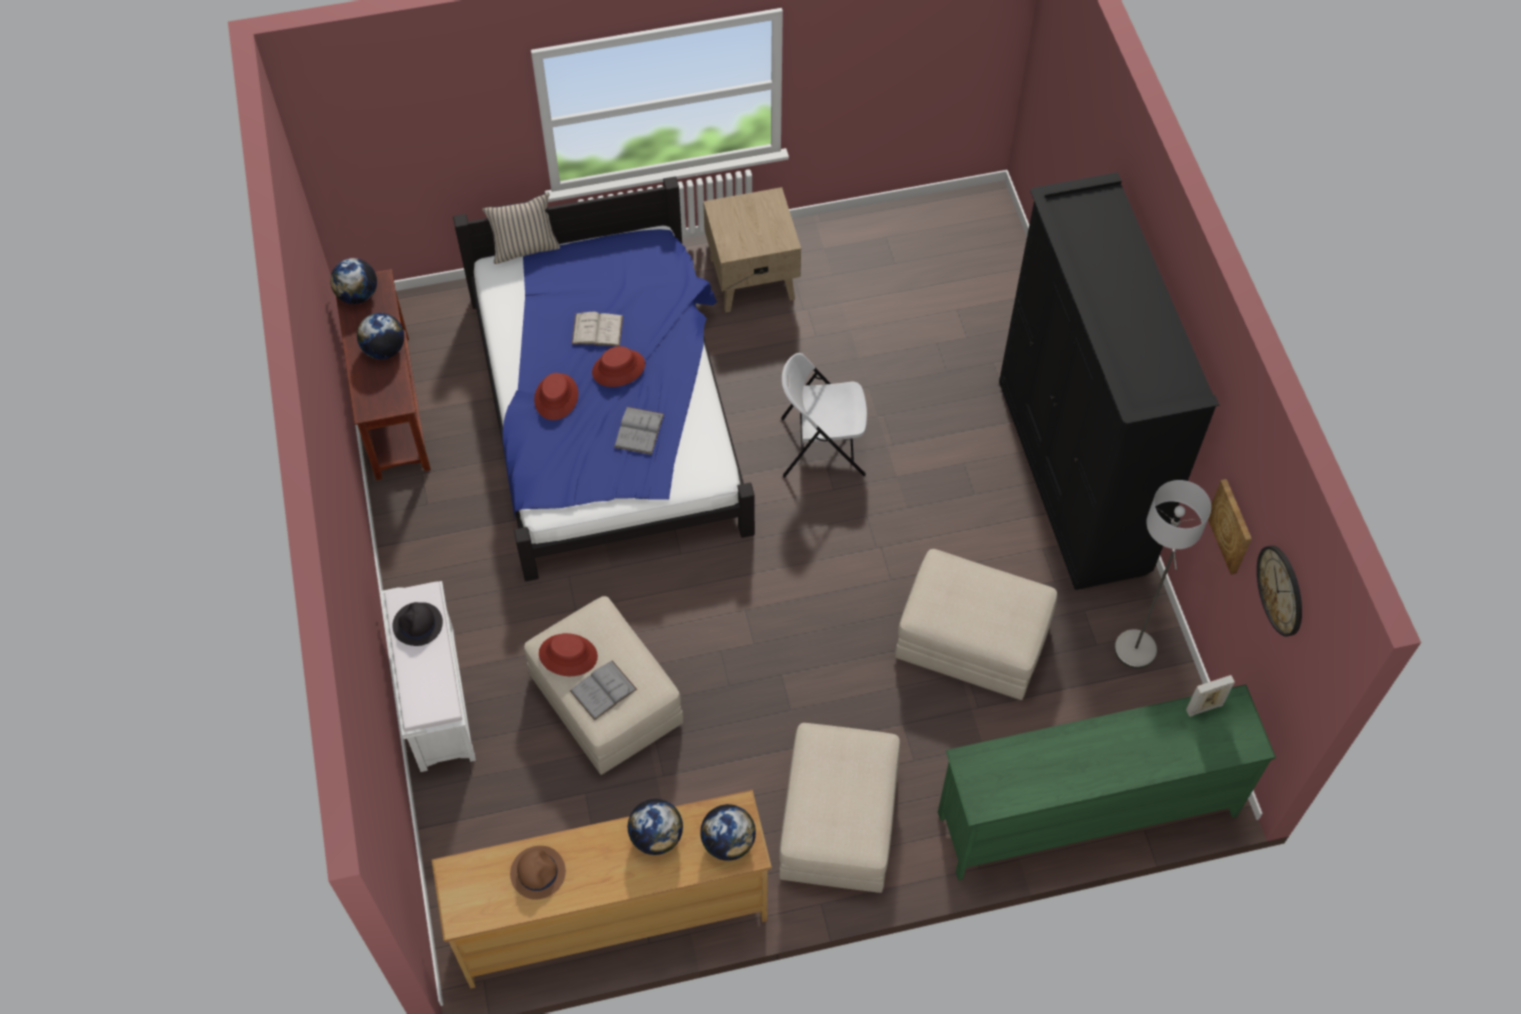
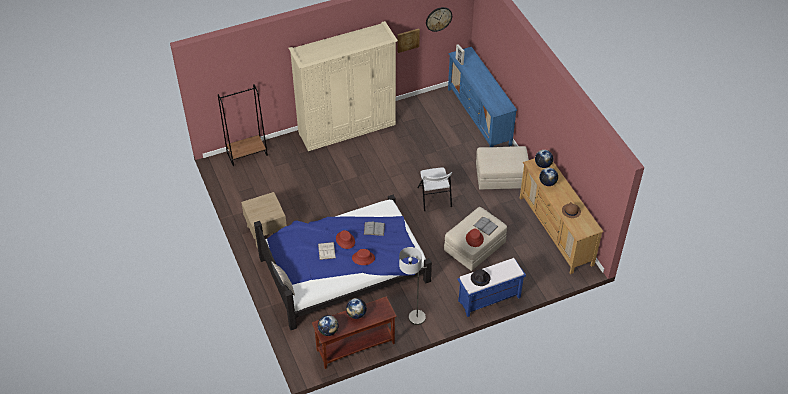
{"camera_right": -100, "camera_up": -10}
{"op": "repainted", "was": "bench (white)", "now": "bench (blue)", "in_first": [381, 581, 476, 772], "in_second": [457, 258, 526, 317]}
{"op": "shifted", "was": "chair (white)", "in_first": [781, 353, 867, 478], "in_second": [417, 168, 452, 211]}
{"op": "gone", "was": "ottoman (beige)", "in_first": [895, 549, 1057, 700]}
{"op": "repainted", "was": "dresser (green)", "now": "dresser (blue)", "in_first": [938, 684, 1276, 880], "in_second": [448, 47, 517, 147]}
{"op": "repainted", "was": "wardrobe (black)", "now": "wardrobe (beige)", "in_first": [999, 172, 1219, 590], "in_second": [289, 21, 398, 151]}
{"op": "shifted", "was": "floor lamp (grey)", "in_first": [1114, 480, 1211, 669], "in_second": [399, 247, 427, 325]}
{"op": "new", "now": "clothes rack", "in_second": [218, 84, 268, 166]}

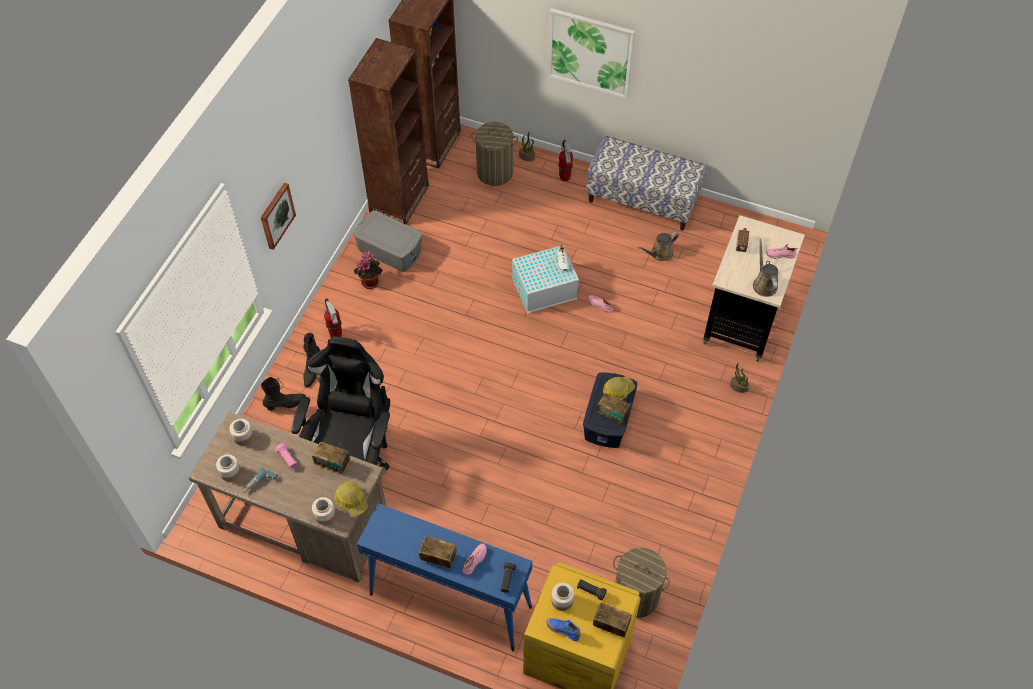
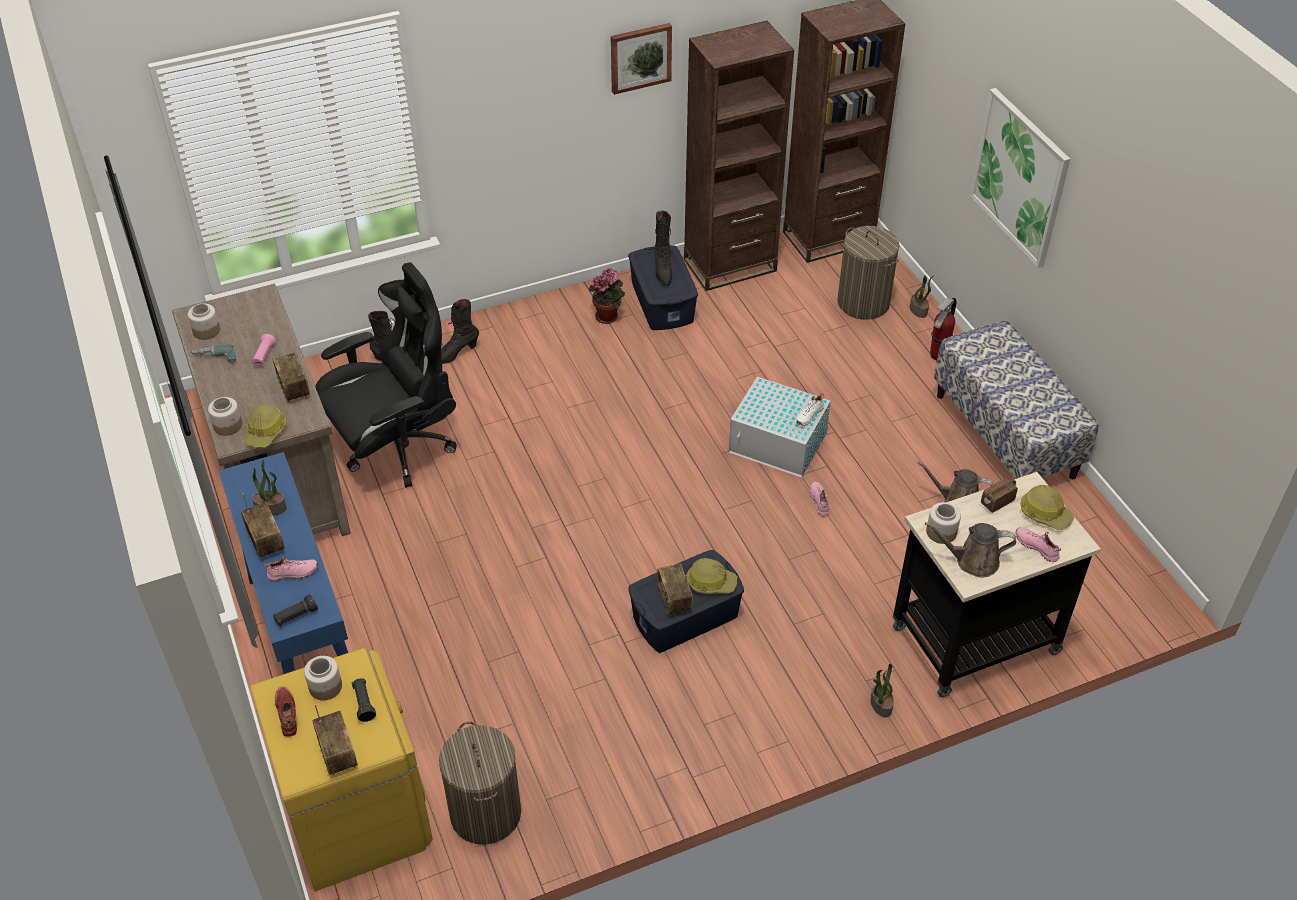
{"camera_right": 45, "camera_up": -10}
{"op": "shifted", "was": "jar", "in_first": [229, 419, 254, 446], "in_second": [926, 502, 961, 544]}
{"op": "shifted", "was": "picture", "in_first": [261, 183, 296, 250], "in_second": [611, 23, 672, 95]}
{"op": "gone", "was": "fire extinguisher", "in_first": [324, 299, 342, 337]}
{"op": "repainted", "was": "storage box (grey)", "now": "storage box (blue)", "in_first": [353, 211, 422, 272], "in_second": [628, 245, 698, 330]}
{"op": "repainted", "was": "shoe (blue)", "now": "shoe (red)", "in_first": [547, 618, 580, 641], "in_second": [275, 686, 297, 737]}
{"op": "rotated", "was": "watering can (brown)", "in_first": [753, 238, 778, 297], "in_second": [925, 522, 1016, 577], "clockwise": -120}
{"op": "new", "now": "potted plant", "in_second": [252, 459, 287, 516]}
{"op": "new", "now": "boot (black)", "in_second": [655, 211, 673, 286]}
{"op": "new", "now": "hard hat", "in_second": [1020, 485, 1074, 530]}

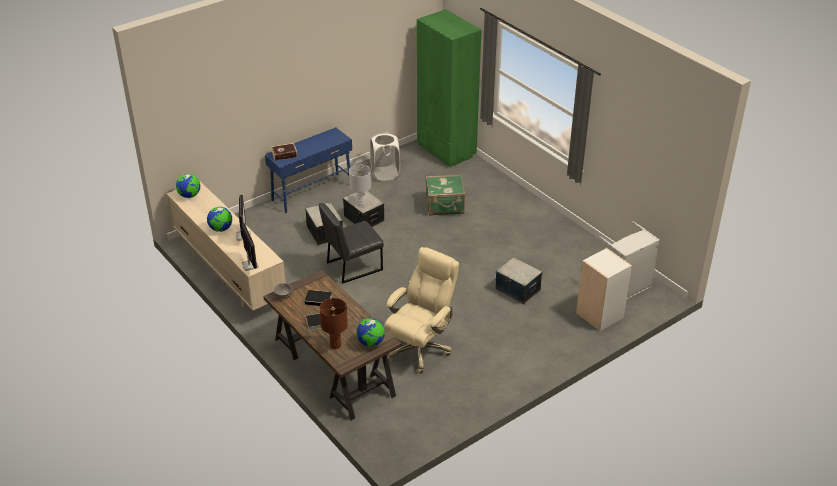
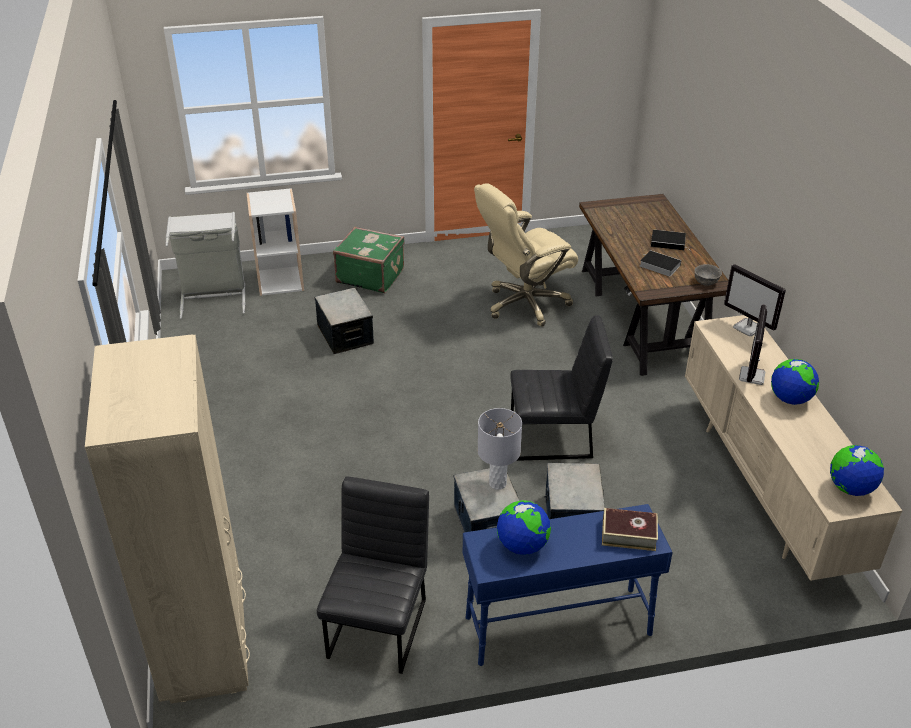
{"camera_right": -155, "camera_up": 0}
{"op": "rotated", "was": "monitor", "in_first": [241, 223, 259, 271], "in_second": [724, 264, 786, 336], "clockwise": -45}
{"op": "gone", "was": "table lamp (brown)", "in_first": [319, 298, 348, 349]}
{"op": "shifted", "was": "globe", "in_first": [356, 318, 385, 347], "in_second": [497, 500, 551, 555]}
{"op": "swapped", "was": "laundry basket (white)", "now": "chair (grey)", "in_first": [370, 132, 400, 181], "in_second": [317, 477, 429, 674]}
{"op": "repainted", "was": "wardrobe (green)", "now": "wardrobe (beige)", "in_first": [417, 9, 482, 168], "in_second": [85, 334, 250, 704]}
{"op": "shifted", "was": "suitcase (green)", "in_first": [426, 175, 465, 216], "in_second": [333, 227, 405, 293]}

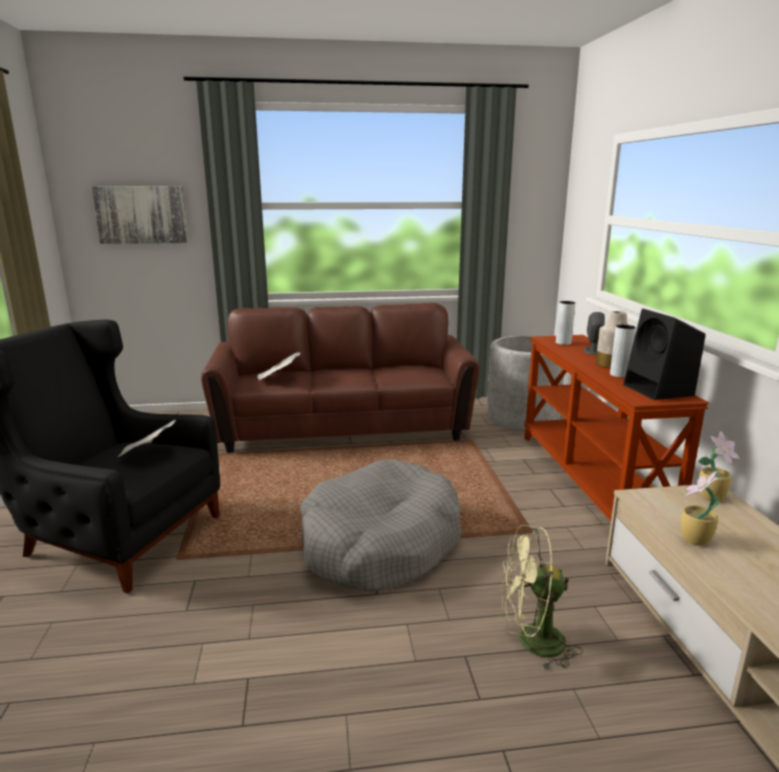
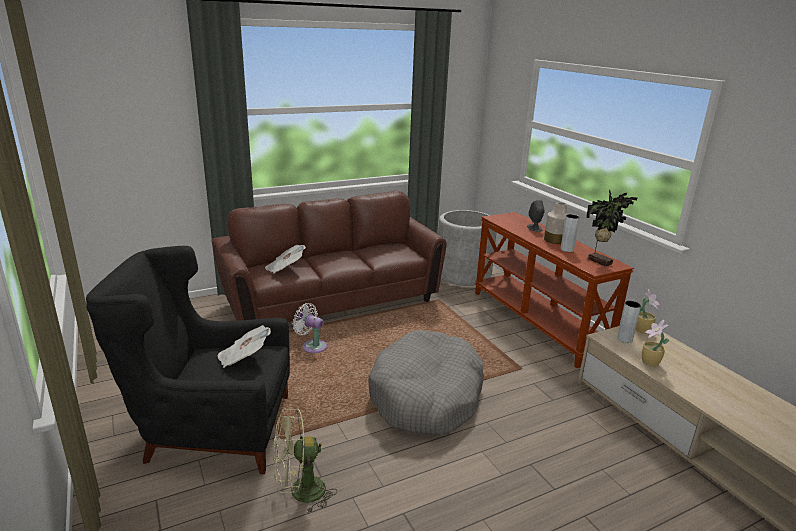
{"camera_right": -20, "camera_up": 5}
{"op": "gone", "was": "picture", "in_first": [91, 186, 188, 244]}
{"op": "shifted", "was": "fan (green)", "in_first": [500, 525, 583, 671], "in_second": [273, 409, 337, 513]}
{"op": "shifted", "was": "vase (grey)", "in_first": [556, 301, 575, 345], "in_second": [617, 301, 641, 343]}
{"op": "swapped", "was": "speaker (black)", "now": "potted plant", "in_first": [623, 309, 706, 400], "in_second": [586, 190, 638, 266]}
{"op": "new", "now": "fan (white)", "in_second": [293, 303, 327, 353]}

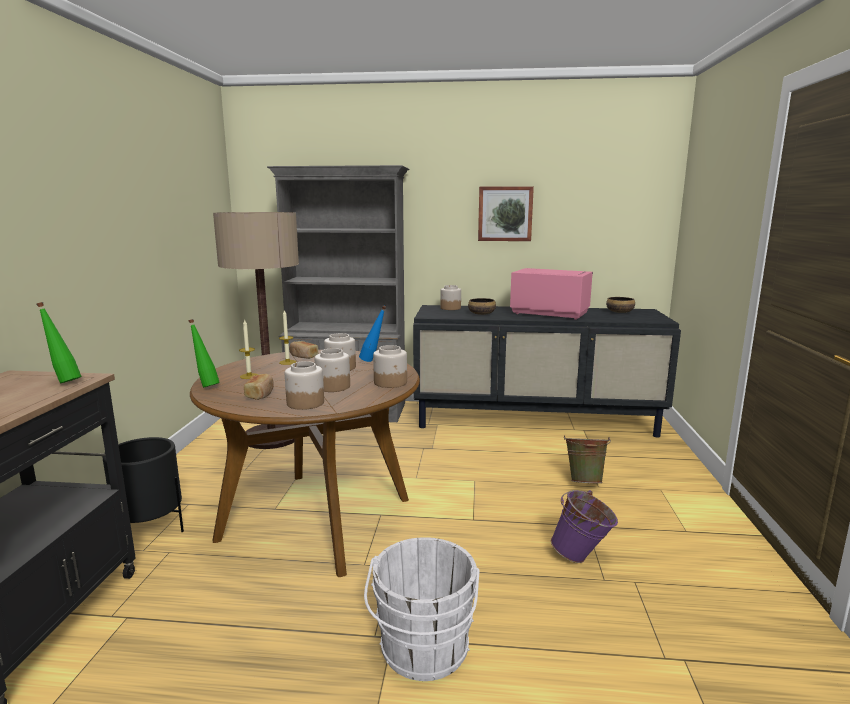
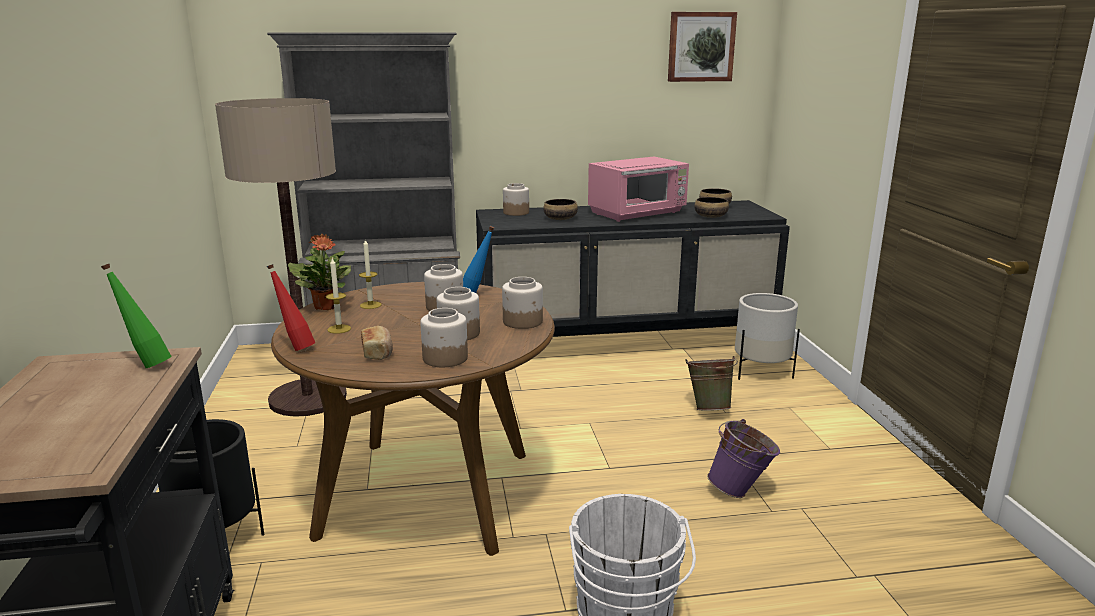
{"camera_right": -15, "camera_up": 5}
{"op": "repainted", "was": "bottle (green)", "now": "bottle (red)", "in_first": [189, 319, 220, 388], "in_second": [267, 264, 315, 351]}
{"op": "gone", "was": "bread", "in_first": [289, 341, 318, 359]}
{"op": "shifted", "was": "picture", "in_first": [478, 186, 534, 241], "in_second": [668, 12, 737, 82]}
{"op": "rotated", "was": "microwave (pink)", "in_first": [510, 268, 593, 320], "in_second": [588, 157, 689, 222], "clockwise": 135}
{"op": "new", "now": "potted plant", "in_second": [288, 234, 351, 310]}
{"op": "new", "now": "bowl", "in_second": [694, 197, 729, 218]}
{"op": "new", "now": "planter (white)", "in_second": [735, 293, 800, 380]}

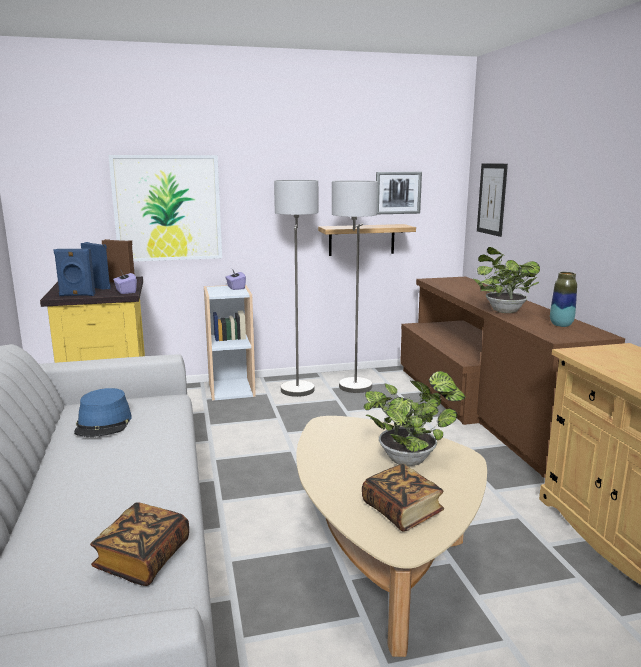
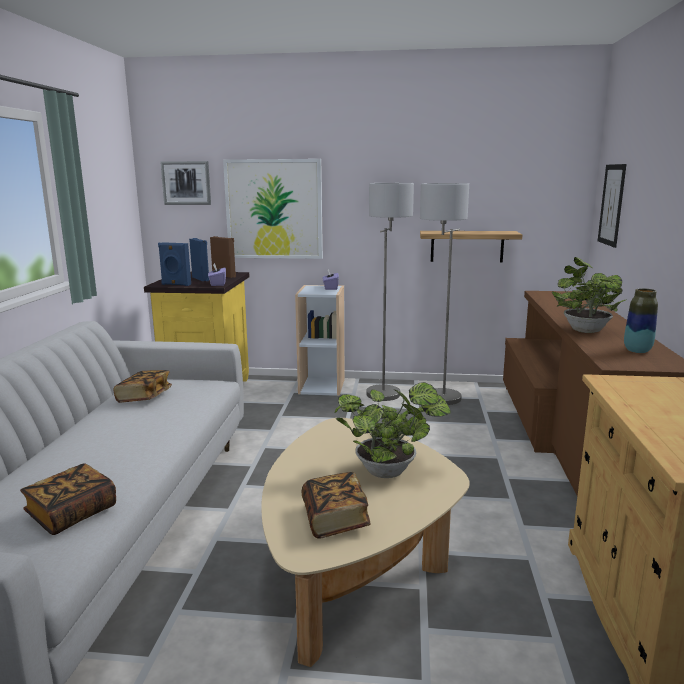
{"camera_right": 20, "camera_up": 0}
{"op": "swapped", "was": "hat (blue)", "now": "book", "in_first": [74, 388, 132, 437], "in_second": [113, 370, 172, 403]}
{"op": "shifted", "was": "picture", "in_first": [376, 172, 422, 214], "in_second": [160, 161, 211, 205]}

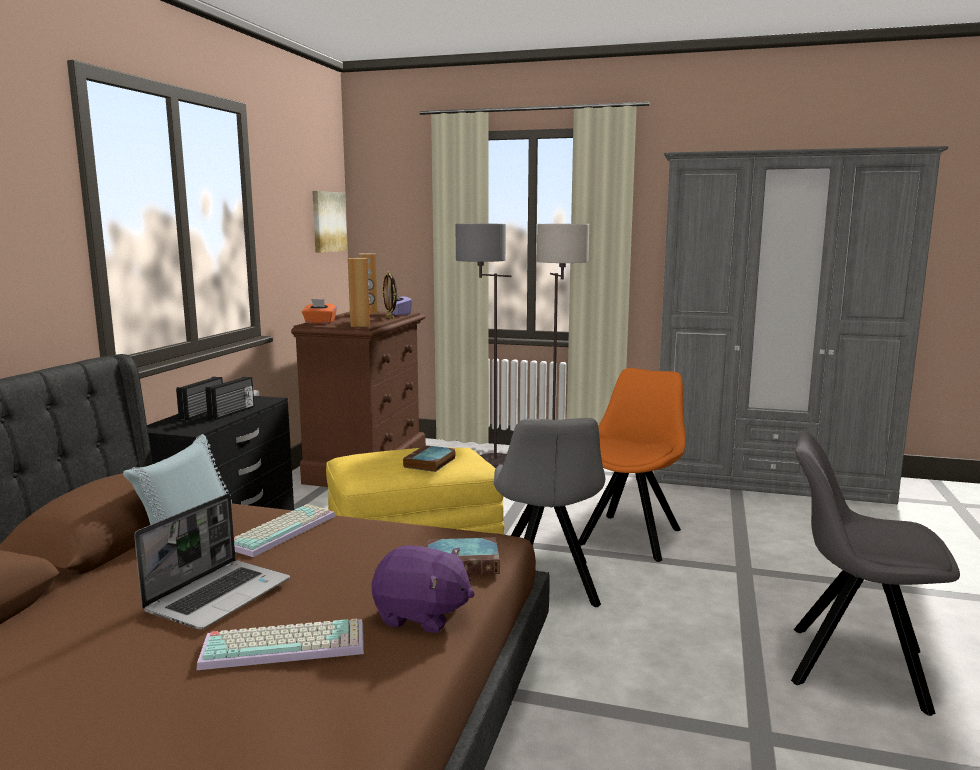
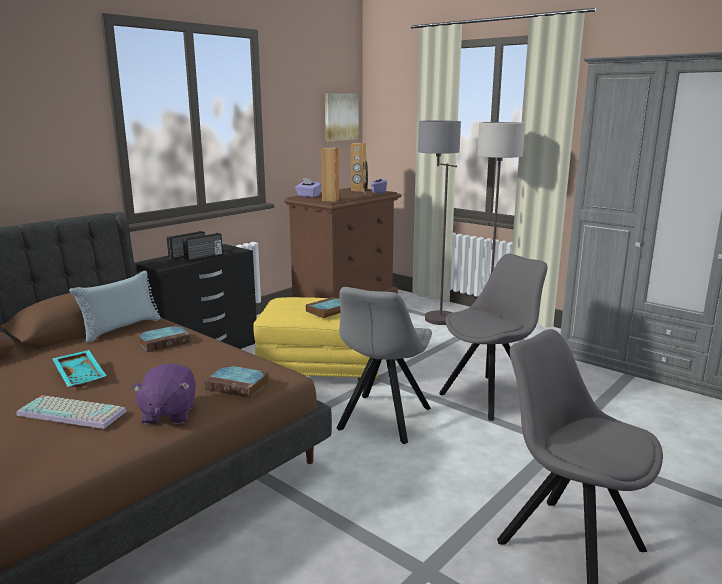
{"camera_right": 25, "camera_up": 5}
{"op": "swapped", "was": "laptop", "now": "tray (turquoise)", "in_first": [134, 494, 290, 629], "in_second": [52, 350, 107, 387]}
{"op": "swapped", "was": "keyboard", "now": "book", "in_first": [234, 504, 335, 557], "in_second": [137, 325, 191, 352]}
{"op": "repainted", "was": "tissue box (orange)", "now": "tissue box (purple)", "in_first": [302, 299, 337, 324], "in_second": [295, 178, 322, 197]}
{"op": "rotated", "was": "plush toy (purple)", "in_first": [371, 545, 474, 633], "in_second": [131, 363, 196, 425], "clockwise": 45}
{"op": "repainted", "was": "chair (orange)", "now": "chair (grey)", "in_first": [578, 368, 686, 562], "in_second": [439, 254, 547, 421]}

